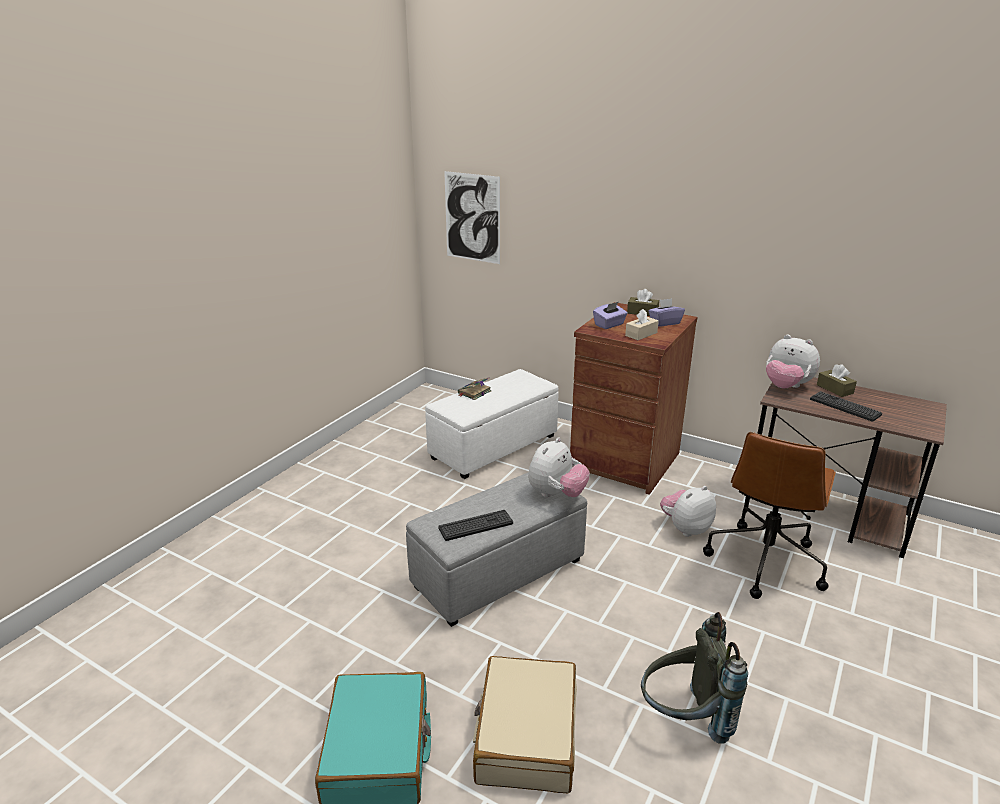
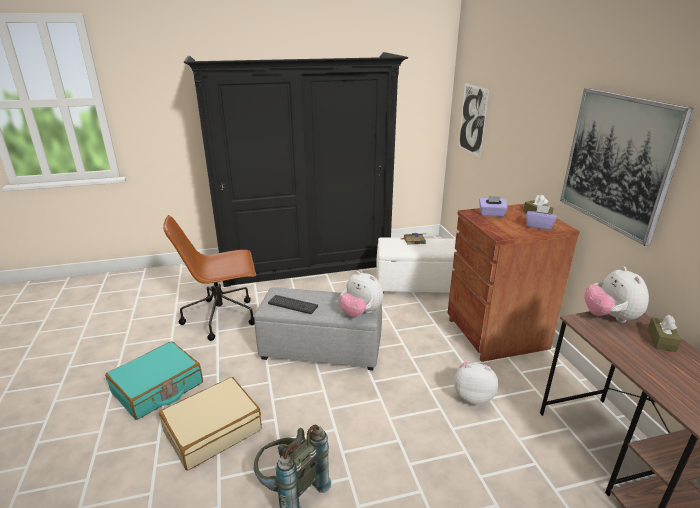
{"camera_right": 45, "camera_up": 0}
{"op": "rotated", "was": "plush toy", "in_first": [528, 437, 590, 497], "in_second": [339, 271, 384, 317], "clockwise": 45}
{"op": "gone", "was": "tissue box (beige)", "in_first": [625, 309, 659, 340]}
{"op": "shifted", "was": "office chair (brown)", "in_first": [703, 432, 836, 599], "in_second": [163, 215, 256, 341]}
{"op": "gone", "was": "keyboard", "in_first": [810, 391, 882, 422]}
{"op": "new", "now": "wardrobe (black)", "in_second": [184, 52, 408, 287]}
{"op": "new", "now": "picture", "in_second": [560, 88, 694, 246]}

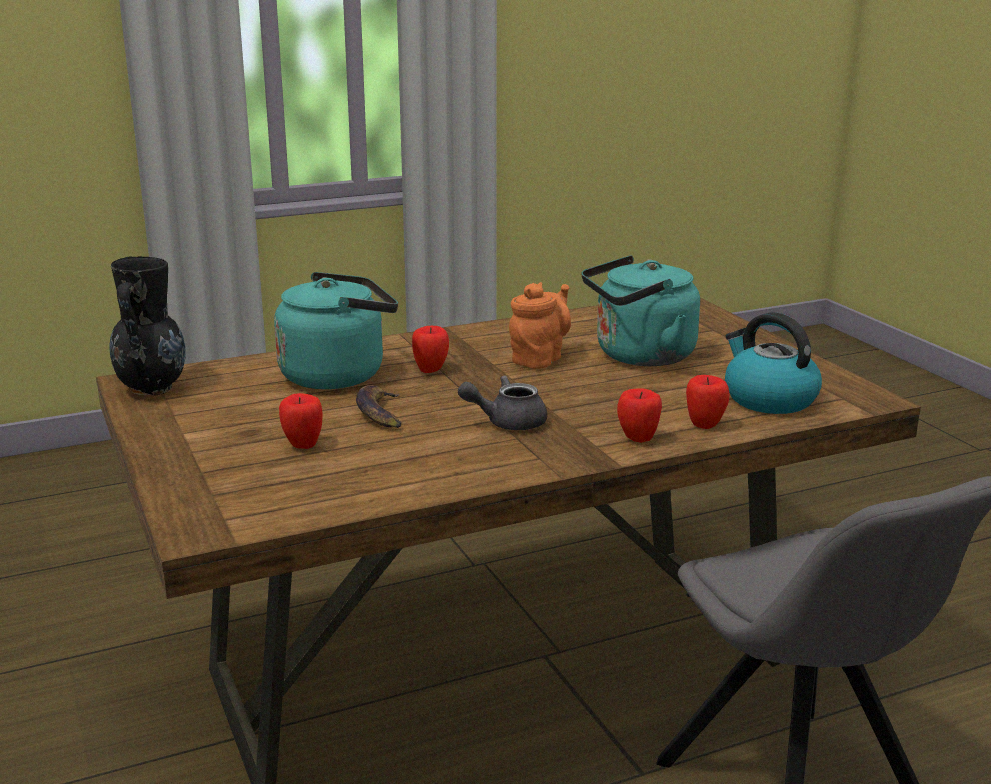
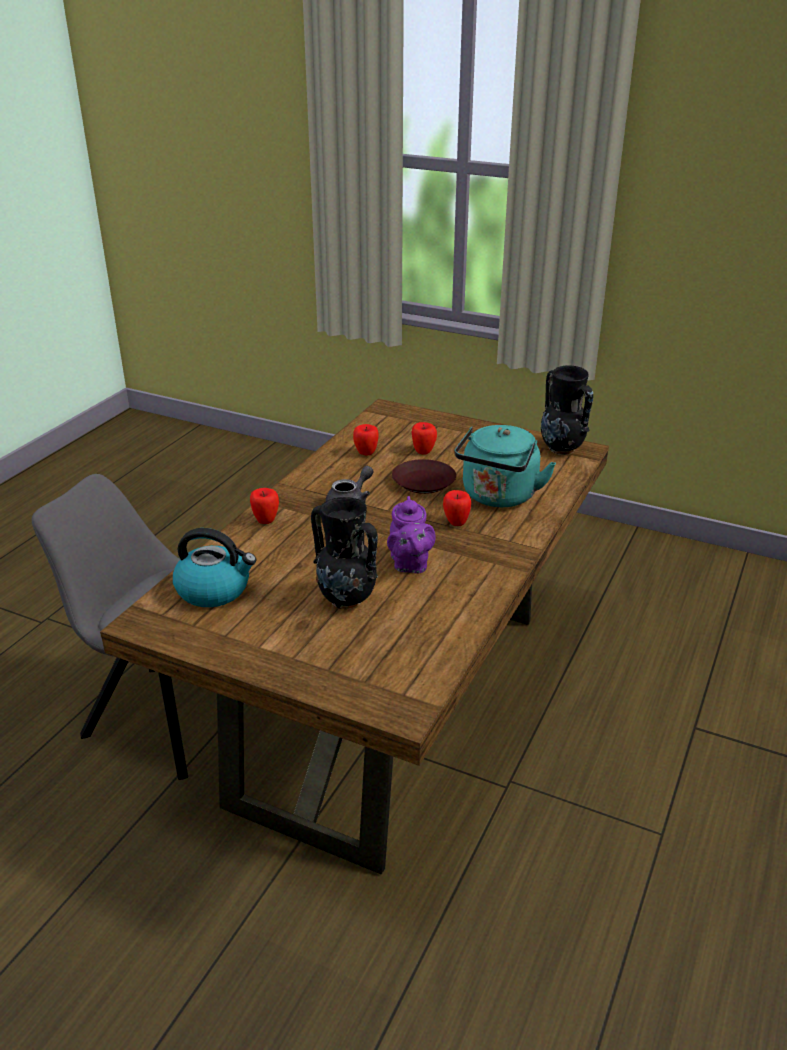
{"camera_right": 140, "camera_up": 10}
{"op": "swapped", "was": "banana", "now": "plate (brown)", "in_first": [356, 385, 401, 428], "in_second": [392, 459, 456, 494]}
{"op": "repainted", "was": "teapot (orange)", "now": "teapot (purple)", "in_first": [509, 282, 571, 369], "in_second": [387, 496, 436, 574]}
{"op": "swapped", "was": "kettle (turquoise)", "now": "vase (black)", "in_first": [582, 255, 700, 366], "in_second": [311, 497, 378, 609]}
{"op": "shifted", "was": "apple", "in_first": [686, 375, 730, 429], "in_second": [353, 424, 379, 455]}

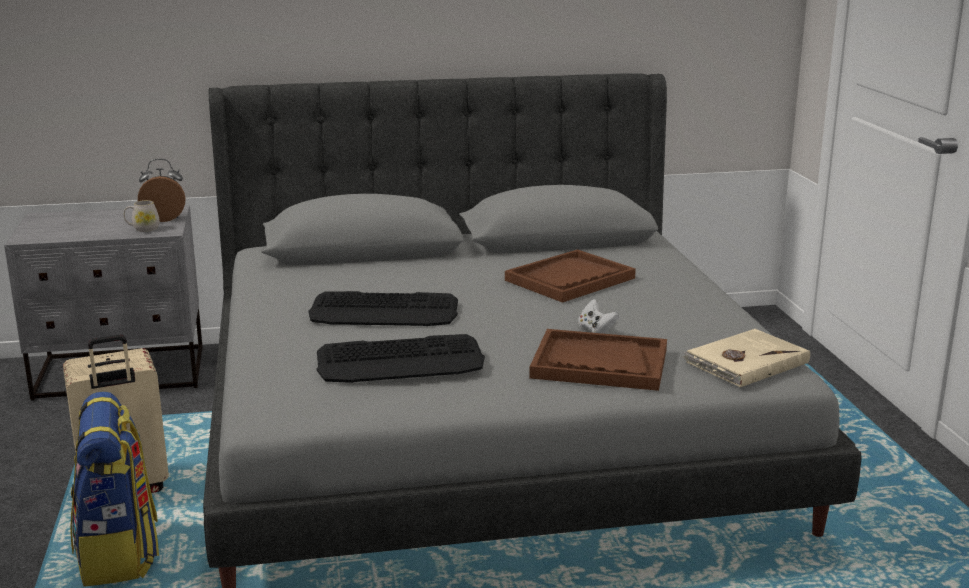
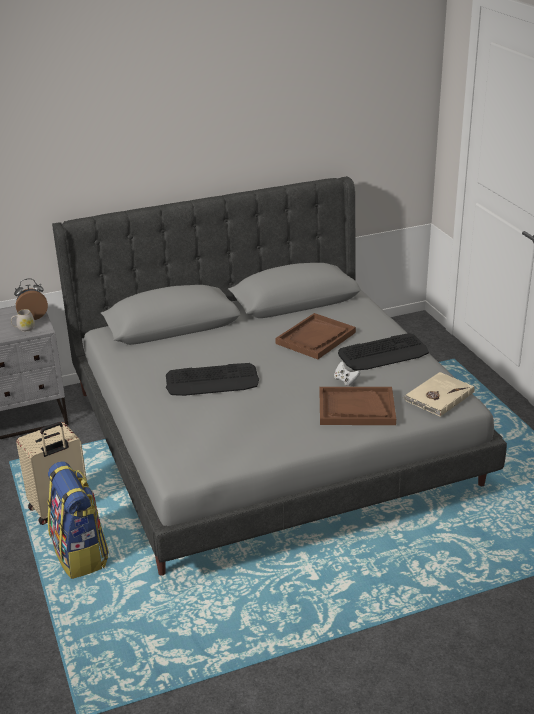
{"camera_right": -10, "camera_up": 10}
{"op": "shifted", "was": "keyboard", "in_first": [316, 334, 485, 383], "in_second": [338, 333, 429, 371]}

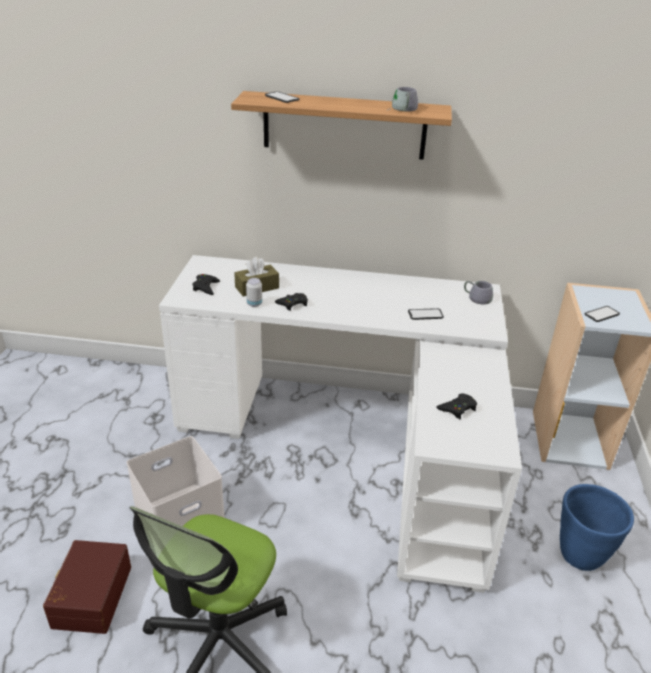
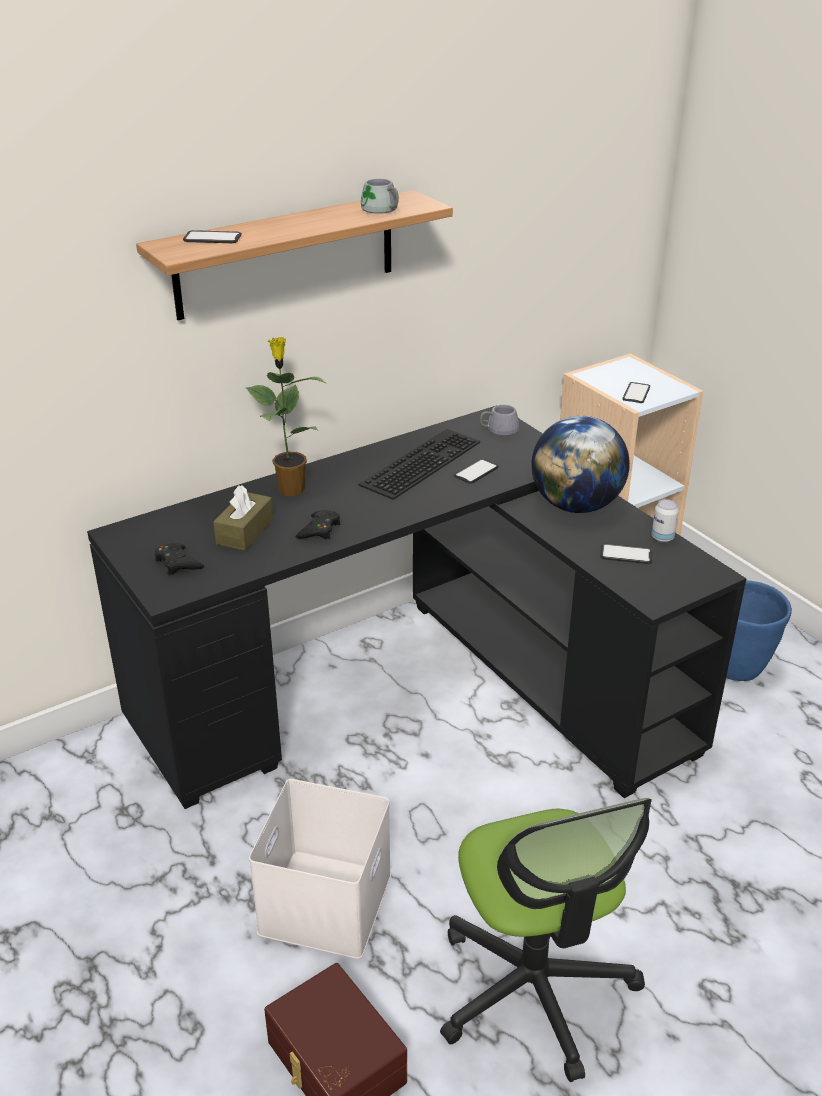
{"camera_right": -40, "camera_up": 0}
{"op": "repainted", "was": "desk (white)", "now": "desk (black)", "in_first": [159, 255, 522, 593], "in_second": [87, 405, 746, 809]}
{"op": "shifted", "was": "can", "in_first": [246, 278, 262, 307], "in_second": [651, 499, 679, 542]}
{"op": "swapped", "was": "game controller (black)", "now": "phone", "in_first": [436, 393, 477, 419], "in_second": [600, 543, 652, 564]}
{"op": "new", "now": "potted plant", "in_second": [246, 337, 326, 496]}
{"op": "new", "now": "keyboard", "in_second": [359, 429, 480, 500]}
{"op": "new", "now": "globe", "in_second": [531, 416, 630, 513]}

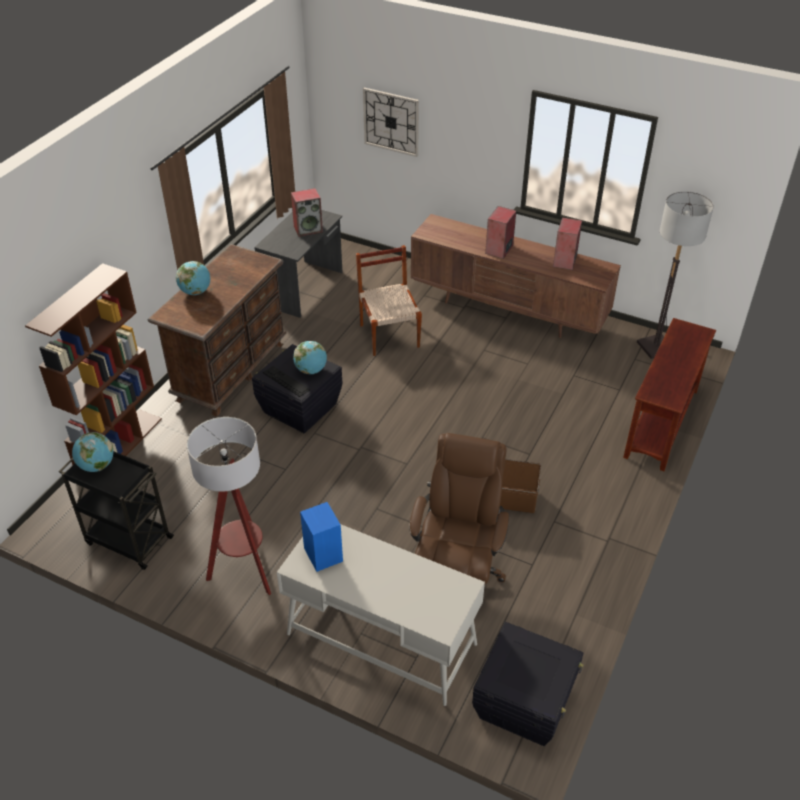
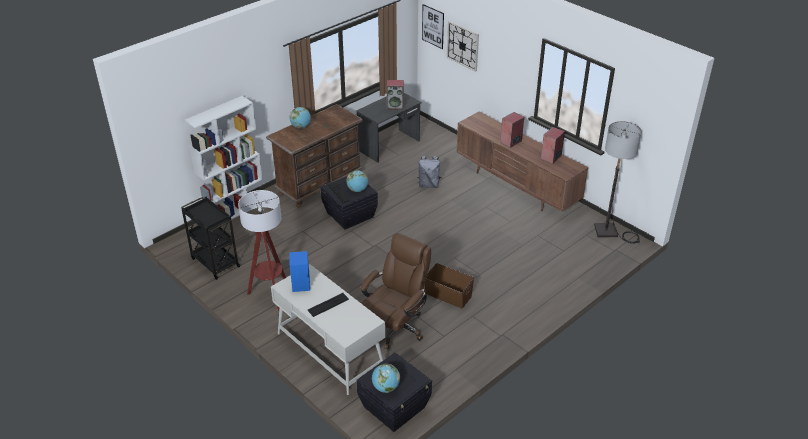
{"camera_right": 20, "camera_up": -5}
{"op": "repainted", "was": "bookcase (brown)", "now": "bookcase (white)", "in_first": [25, 263, 162, 465], "in_second": [184, 96, 263, 220]}
{"op": "shifted", "was": "globe", "in_first": [72, 432, 113, 472], "in_second": [372, 364, 400, 393]}
{"op": "swapped", "was": "chair", "now": "backpack (grey)", "in_first": [356, 245, 422, 356], "in_second": [417, 156, 441, 188]}
{"op": "gone", "was": "console table (brown)", "in_first": [623, 318, 716, 471]}
{"op": "new", "now": "keyboard", "in_second": [307, 293, 349, 317]}
{"op": "new", "now": "picture", "in_second": [422, 4, 444, 49]}

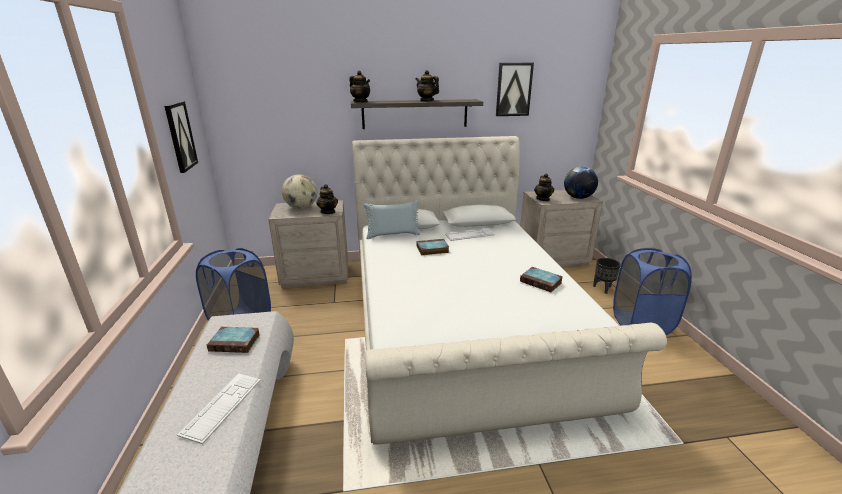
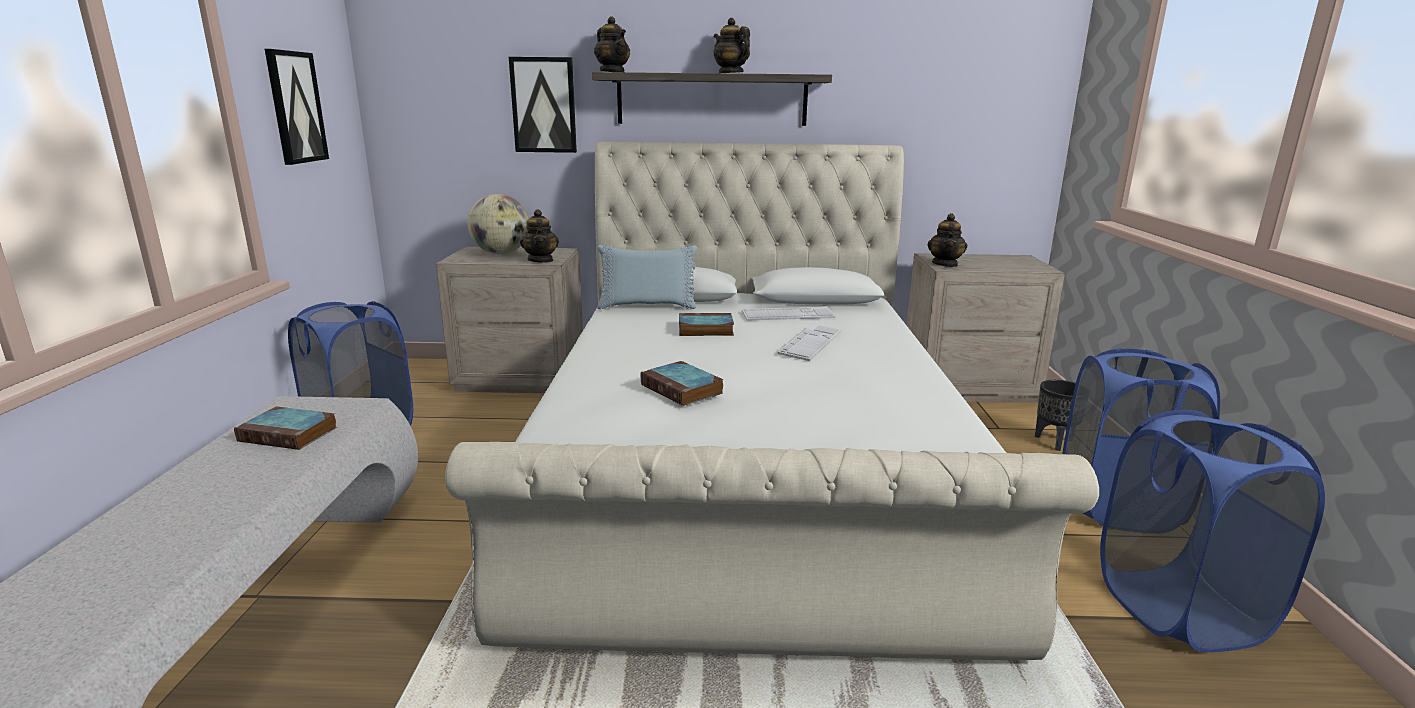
{"camera_right": 10, "camera_up": -5}
{"op": "shifted", "was": "keyboard", "in_first": [177, 373, 261, 444], "in_second": [778, 324, 841, 361]}
{"op": "shifted", "was": "picture", "in_first": [496, 63, 534, 116], "in_second": [509, 57, 577, 153]}
{"op": "shifted", "was": "book", "in_first": [520, 267, 563, 293], "in_second": [641, 361, 724, 406]}
{"op": "gone", "was": "globe", "in_first": [564, 166, 598, 199]}
{"op": "new", "now": "laundry basket (blue)", "in_second": [1100, 410, 1325, 652]}

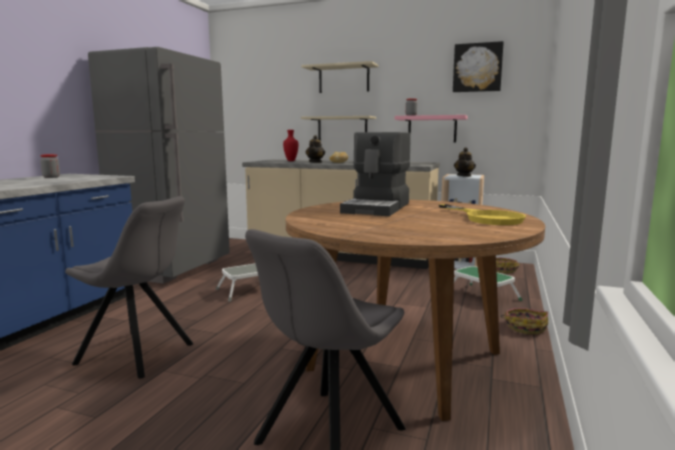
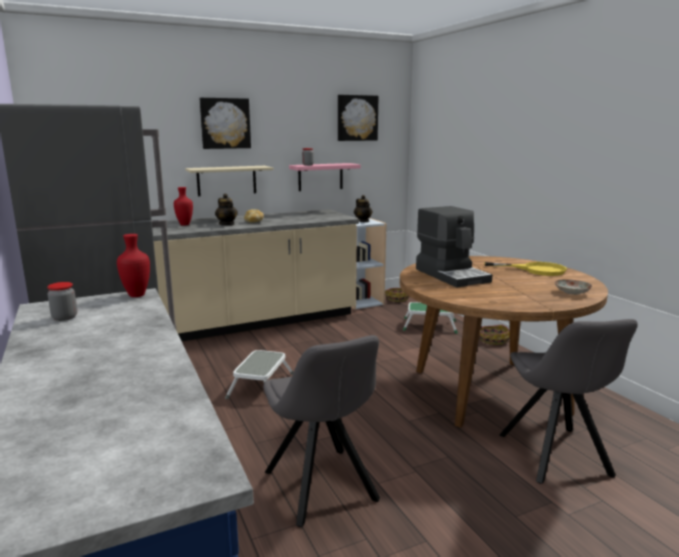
{"camera_right": -45, "camera_up": 5}
{"op": "rotated", "was": "chair (grey)", "in_first": [65, 196, 193, 379], "in_second": [263, 335, 380, 527], "clockwise": 90}
{"op": "swapped", "was": "shelf (beige)", "now": "picture", "in_first": [301, 61, 379, 93], "in_second": [199, 98, 251, 149]}
{"op": "new", "now": "vase (red)", "in_second": [117, 234, 150, 297]}
{"op": "new", "now": "plate", "in_second": [555, 279, 592, 295]}

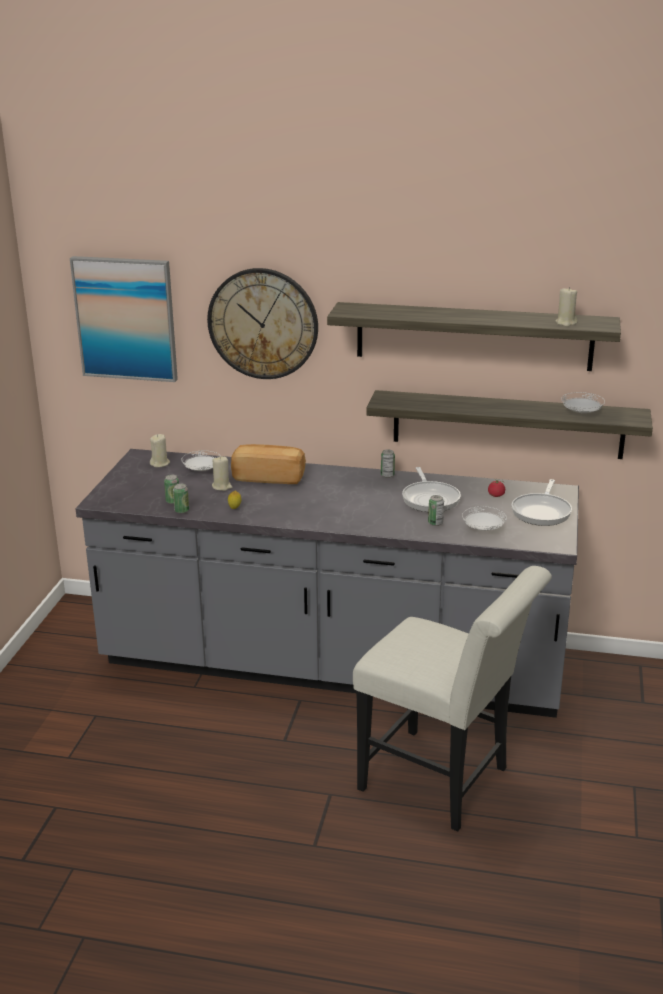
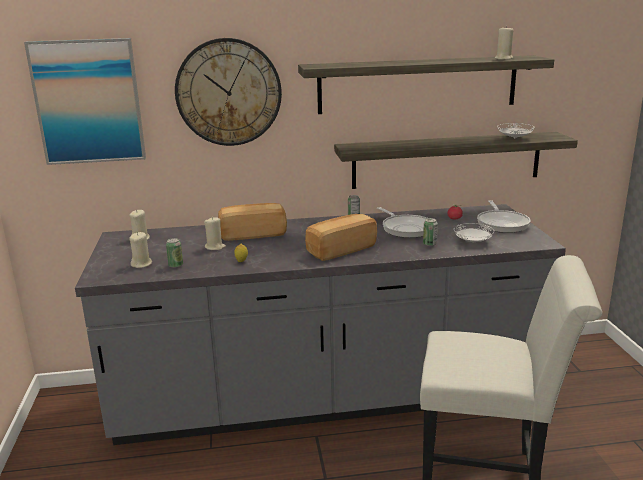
{"camera_right": -20, "camera_up": -5}
{"op": "gone", "was": "can", "in_first": [173, 483, 189, 514]}
{"op": "gone", "was": "plate (white)", "in_first": [181, 451, 220, 471]}
{"op": "new", "now": "candle (beige)", "in_second": [129, 232, 152, 268]}
{"op": "new", "now": "bread", "in_second": [305, 214, 377, 261]}

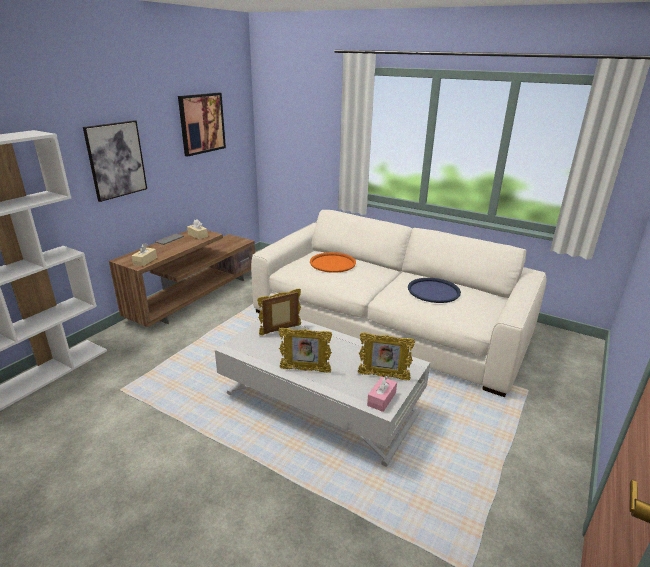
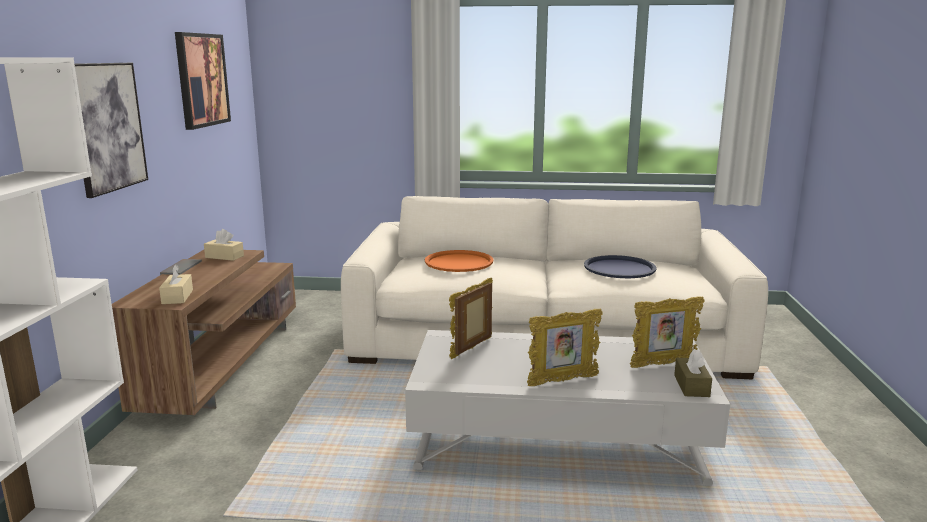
{"camera_right": -25, "camera_up": -10}
{"op": "repainted", "was": "tissue box (pink)", "now": "tissue box (brown)", "in_first": [367, 376, 397, 412], "in_second": [674, 349, 712, 397]}

